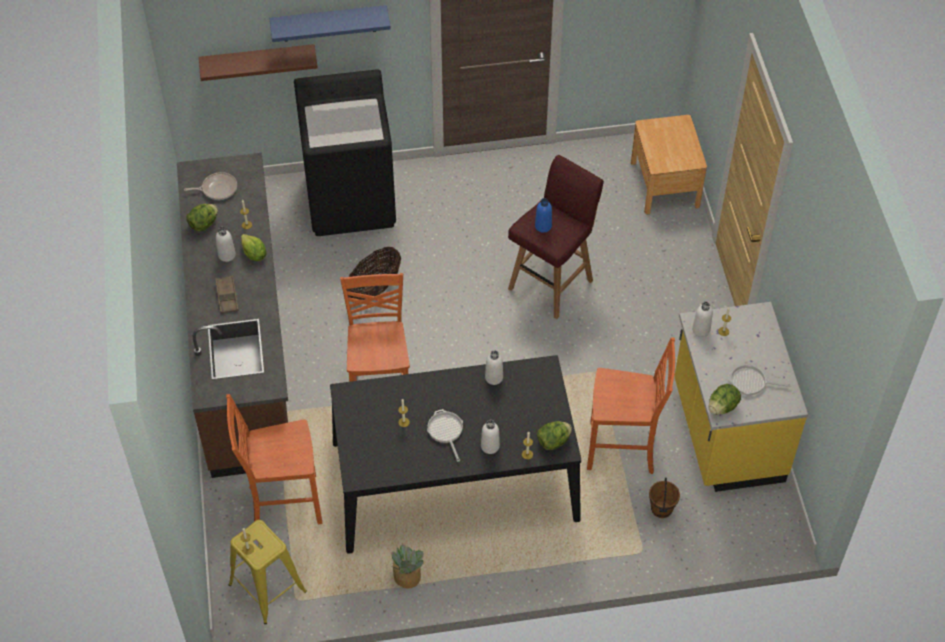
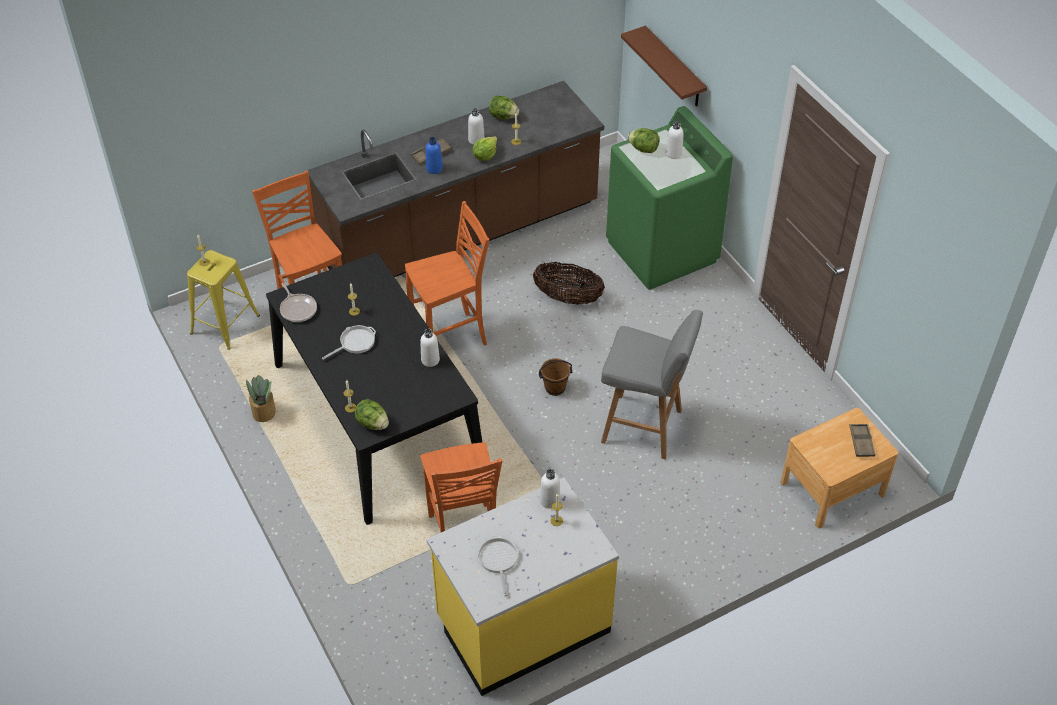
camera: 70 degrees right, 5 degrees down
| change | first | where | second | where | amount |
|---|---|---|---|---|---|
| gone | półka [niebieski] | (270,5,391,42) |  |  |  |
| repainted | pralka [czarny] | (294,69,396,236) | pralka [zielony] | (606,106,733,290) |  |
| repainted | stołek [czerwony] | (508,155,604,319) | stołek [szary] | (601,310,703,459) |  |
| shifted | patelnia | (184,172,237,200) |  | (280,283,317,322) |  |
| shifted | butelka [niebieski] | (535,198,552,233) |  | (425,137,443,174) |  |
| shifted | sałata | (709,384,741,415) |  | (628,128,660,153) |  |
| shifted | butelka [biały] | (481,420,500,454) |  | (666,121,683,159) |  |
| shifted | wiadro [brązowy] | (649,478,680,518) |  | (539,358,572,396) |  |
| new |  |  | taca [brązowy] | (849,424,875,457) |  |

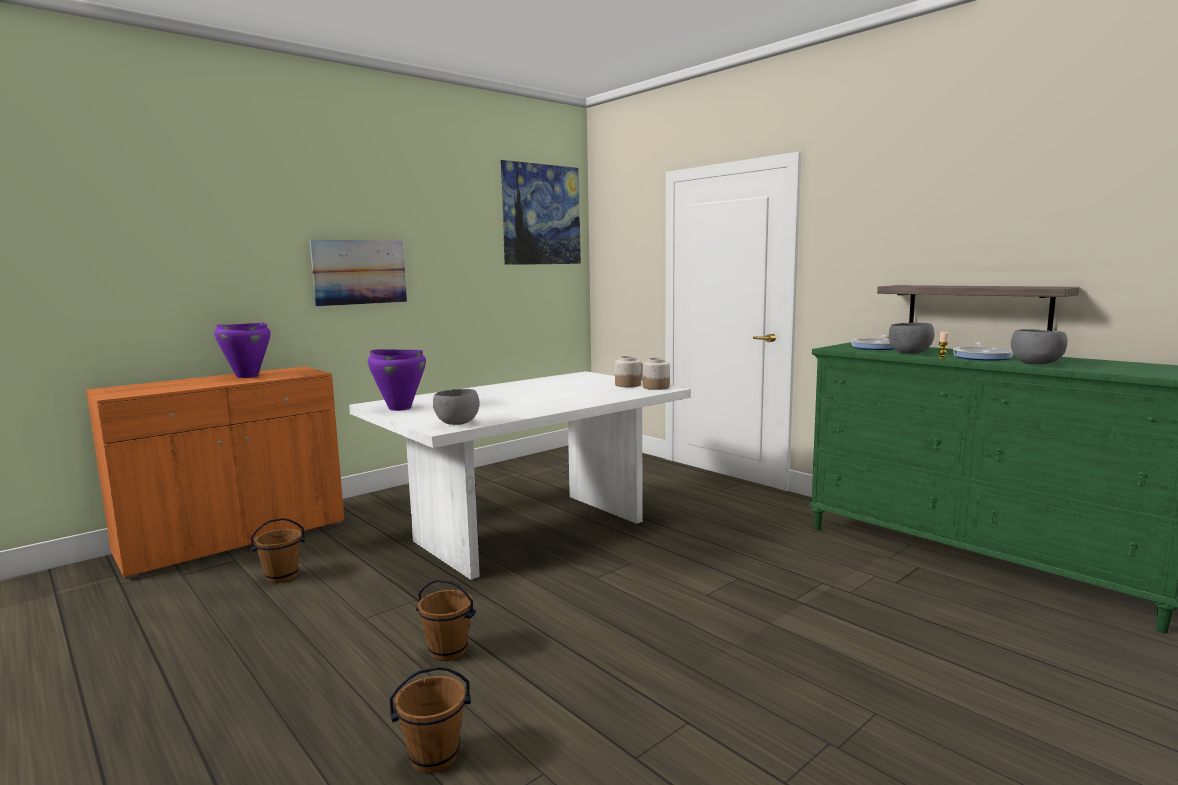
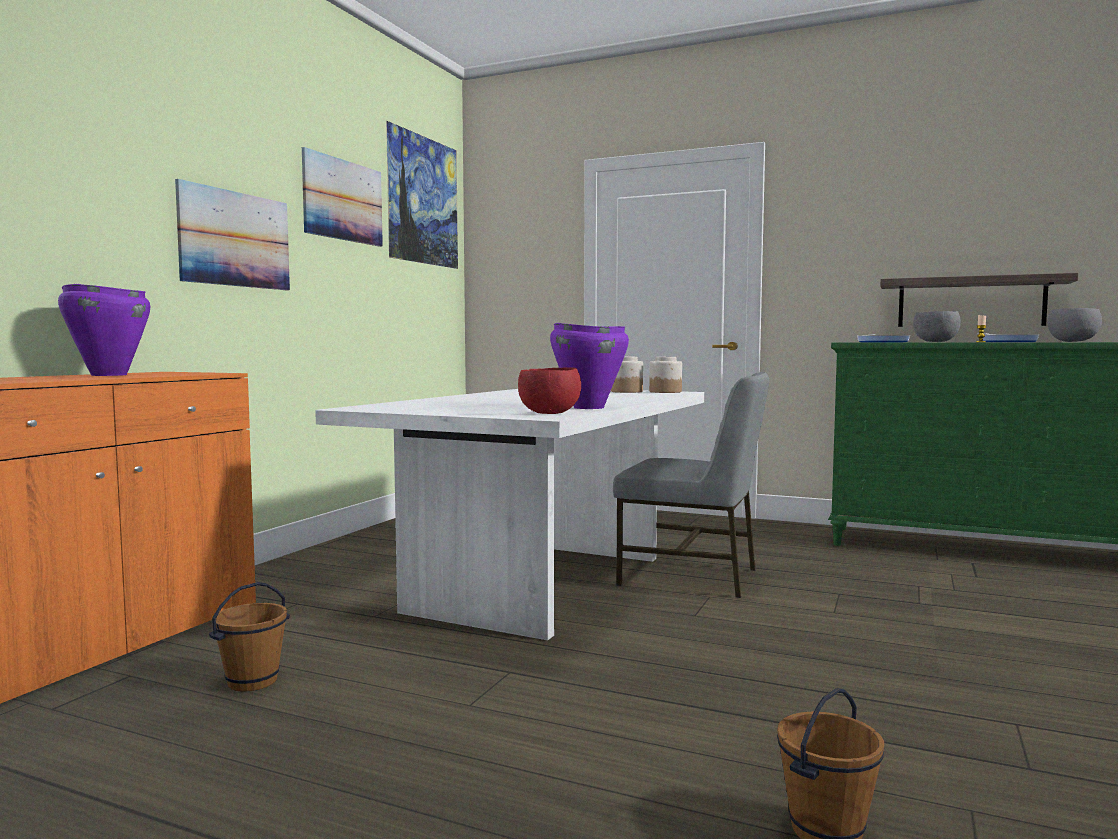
camera: 25 degrees left, 5 degrees down
| change | first | where | second | where | amount |
|---|---|---|---|---|---|
| shifted | garnek [fioletowy] | (368,349,426,411) |  | (550,323,629,409) |  |
| repainted | miska [szary] | (433,389,480,425) | miska [czerwony] | (518,367,581,414) |  |
| gone | wiadro [brązowy] | (416,579,476,661) |  |  |  |
| new |  |  | obraz | (302,147,383,247) |  |
| new |  |  | krzesło [szary] | (613,372,769,598) |  |

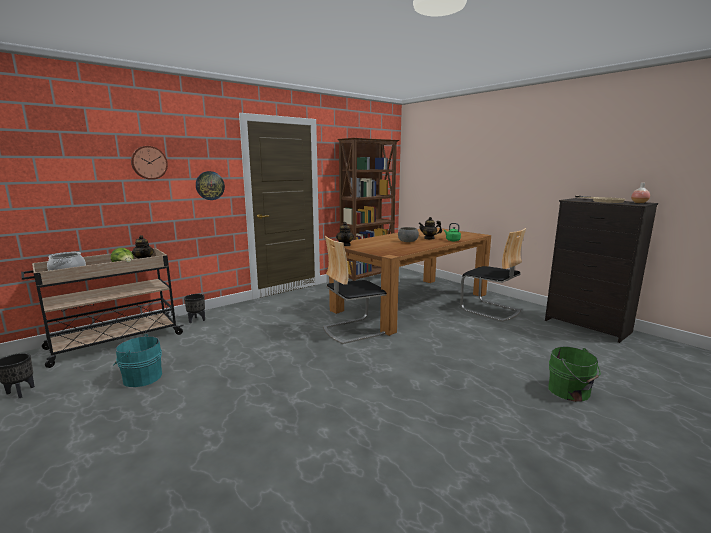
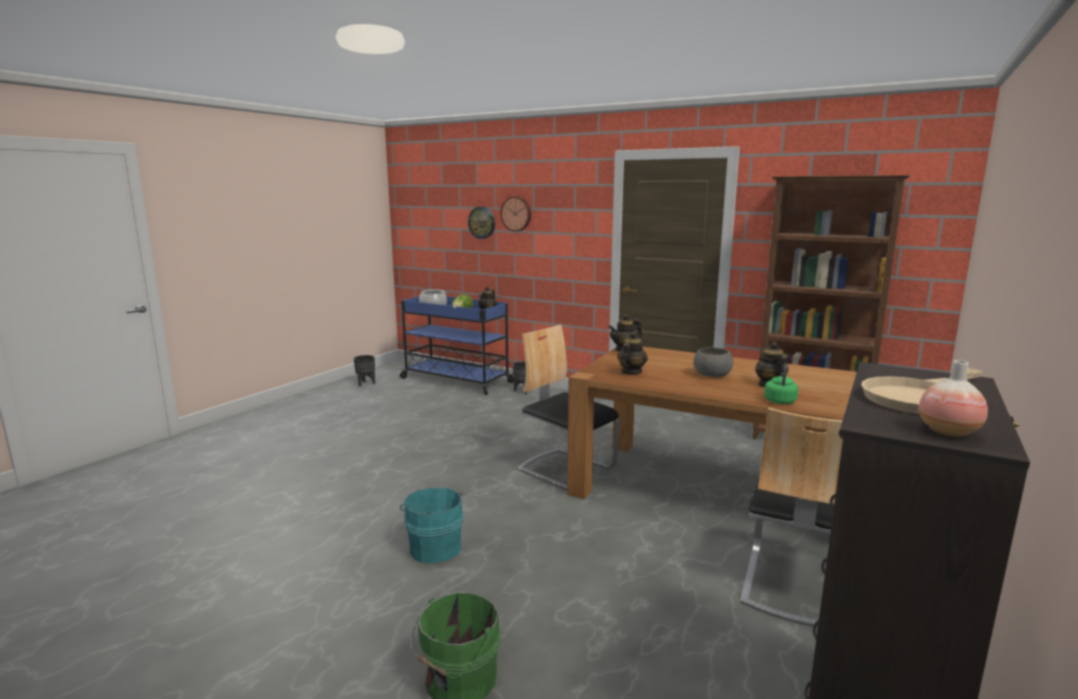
camera: 70 degrees right, 0 degrees up
| change | first | where | second | where | amount |
|---|---|---|---|---|---|
| shifted | zegar ścienny | (196,171,225,200) |  | (468,207,495,239) |  |
| repainted | wózek [beżowy] | (21,248,183,368) | wózek [niebieski] | (400,296,514,395) |  |
| shifted | wiadro [turkusowy] | (113,334,162,387) |  | (400,487,463,564) |  |
| new |  |  | imbryk | (617,332,648,374) |  |

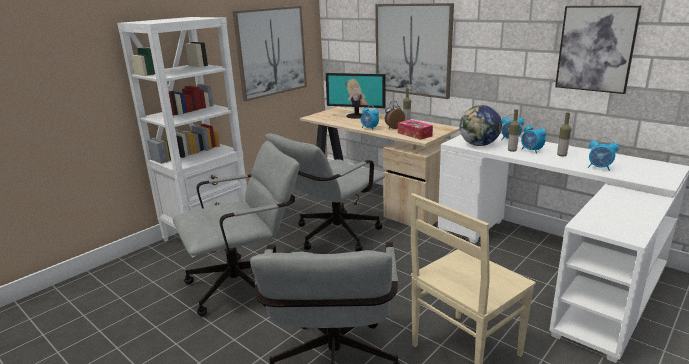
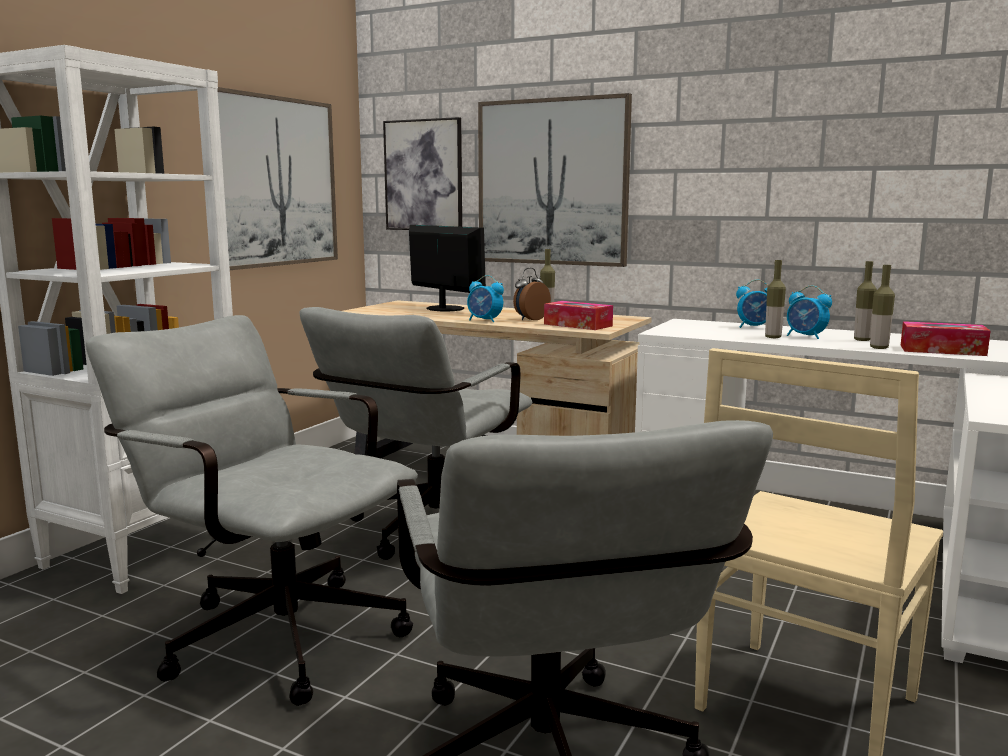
camera: 15 degrees left, 10 degrees down
| change | first | where | second | where | amount |
|---|---|---|---|---|---|
| shifted | obraz | (555,6,641,94) |  | (383,117,462,230) |  |
| rotated | monitor | (326,73,386,119) |  | (409,225,486,311) | 135 degrees counterclockwise |
| gone | globus | (460,105,502,146) |  |  |  |
| swapped | budzik | (588,137,619,171) | pudełko chusteczek | (901,321,991,356) |  |
| rotated | krzesło biurowe [szary] | (173,141,300,317) |  | (86,315,418,706) | 105 degrees counterclockwise |
| new |  |  | butelka | (870,265,895,349) |  |

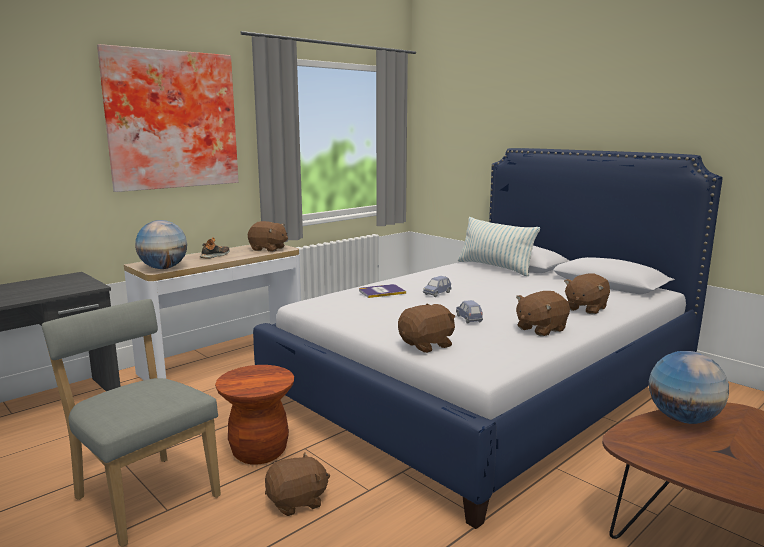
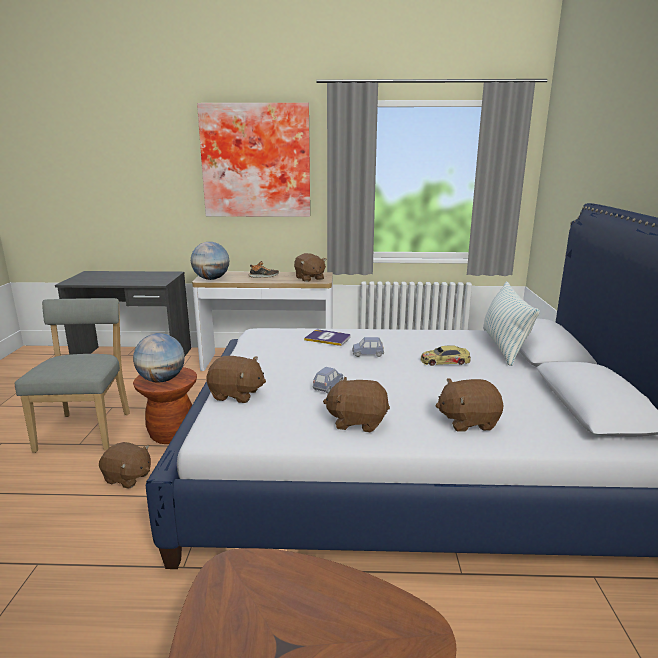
camera: 45 degrees right, 5 degrees up
| change | first | where | second | where | amount |
|---|---|---|---|---|---|
| shifted | globus | (649,351,729,424) |  | (133,333,185,383) |  |
| new |  |  | samochodzik | (421,345,471,366) |  |

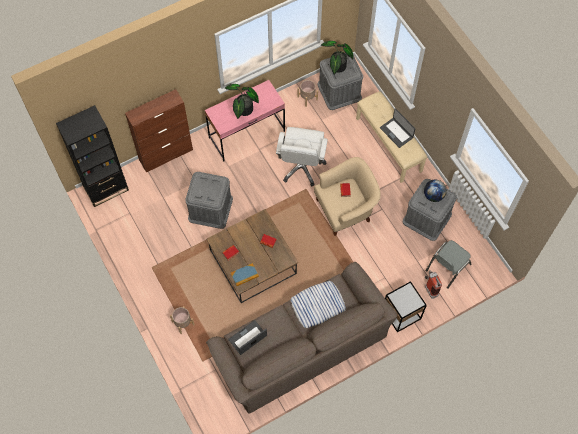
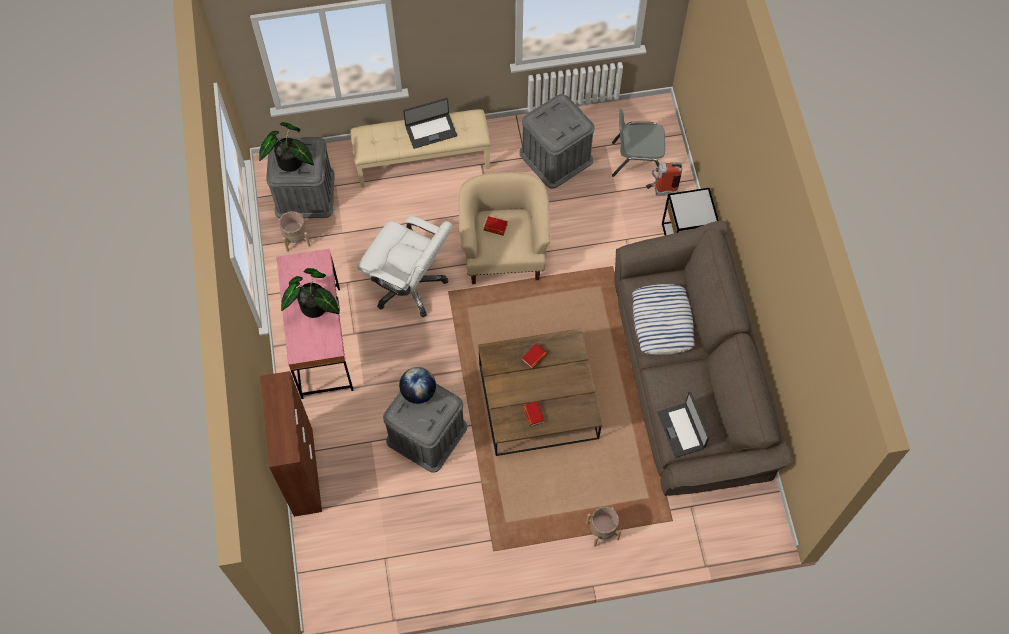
camera: 70 degrees left, 0 degrees up
| change | first | where | second | where | amount |
|---|---|---|---|---|---|
| gone | regał [czarny] | (56,105,129,207) |  |  |  |
| shifted | globus | (424,180,447,202) |  | (399,367,436,404) |  |
| rotated | krzesło [szary] | (426,240,471,289) |  | (612,109,665,177) | 120 degrees clockwise |
| gone | książka | (231,263,259,286) |  |  |  |

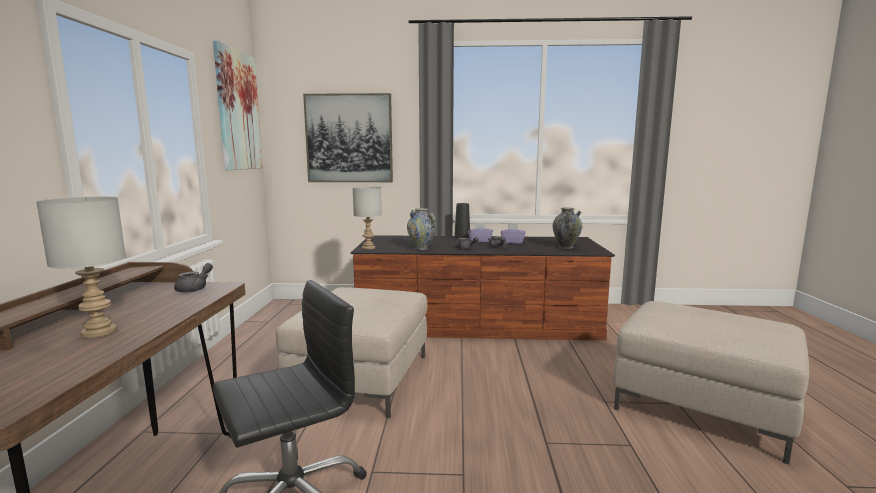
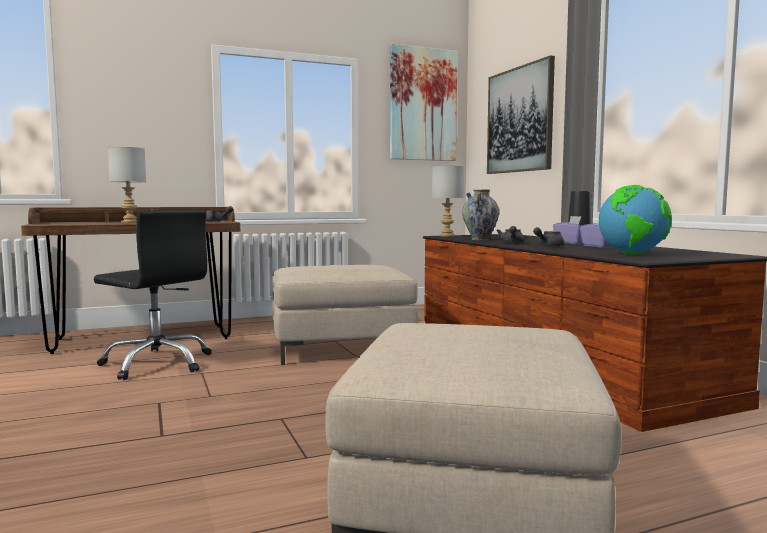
camera: 65 degrees right, 5 degrees down
| change | first | where | second | where | amount |
|---|---|---|---|---|---|
| swapped | wazon | (553,208,582,249) | globus | (599,185,672,255) |  |

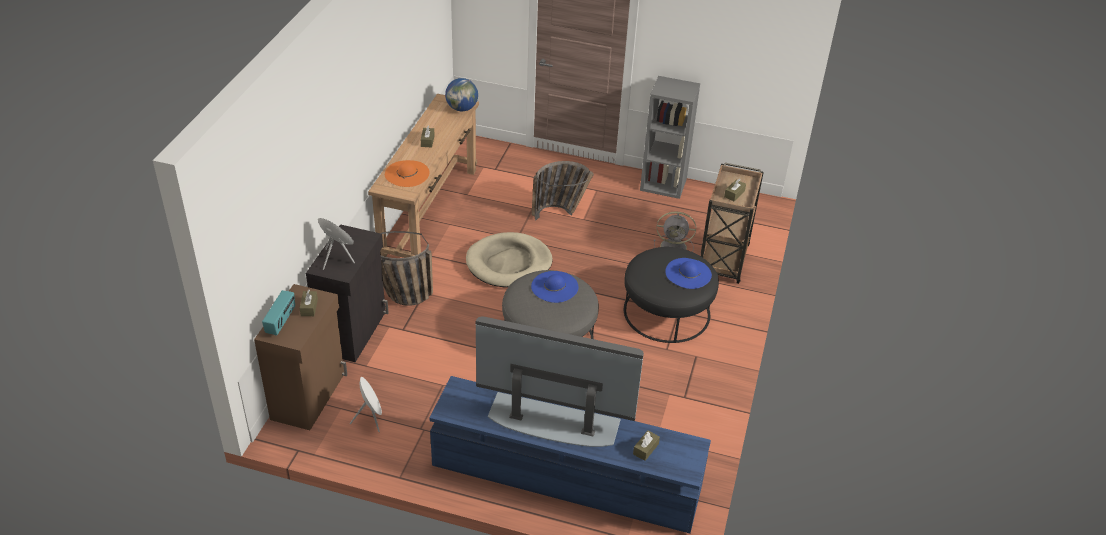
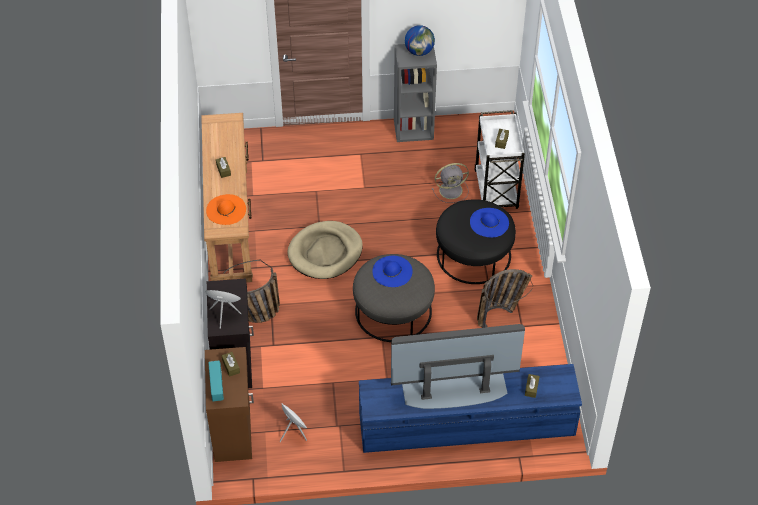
camera: 20 degrees left, 10 degrees up
| change | first | where | second | where | amount |
|---|---|---|---|---|---|
| shifted | globus | (445,78,478,111) |  | (405,25,435,56) |  |
| shifted | koszyk | (532,161,594,220) |  | (477,269,533,328) |  |
| repainted | wózek [brązowy] | (700,163,764,284) | wózek [biały] | (474,110,525,209) |  |

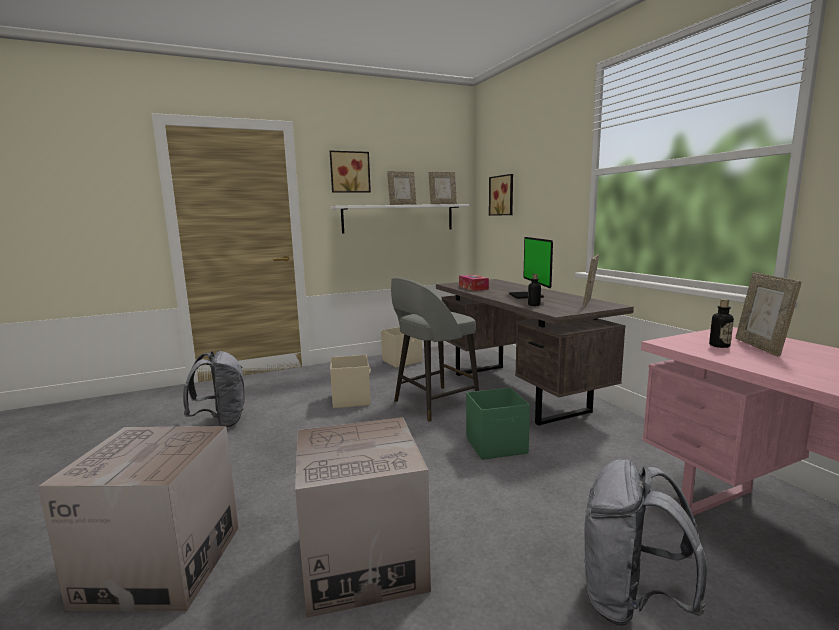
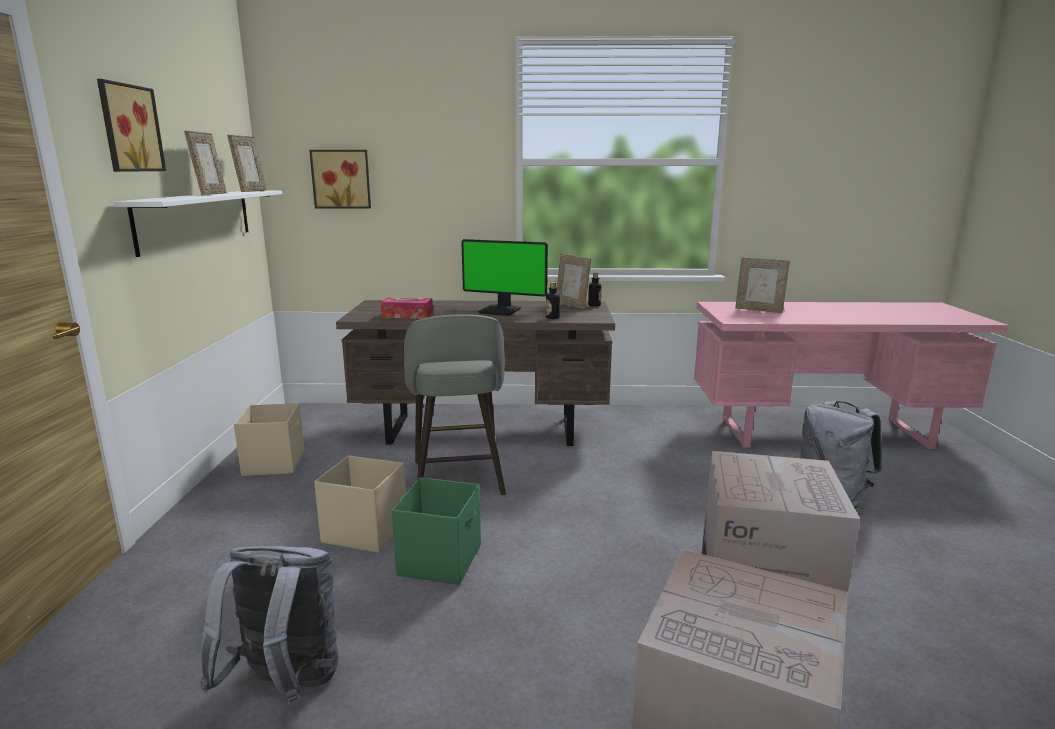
camera: 65 degrees left, 5 degrees up
| change | first | where | second | where | amount |
|---|---|---|---|---|---|
| shifted | butelka | (709,299,734,348) |  | (588,272,602,307) |  |
| shifted | pojemnik do przechowywania [zielony] | (466,388,530,460) |  | (392,477,481,585) |  |

